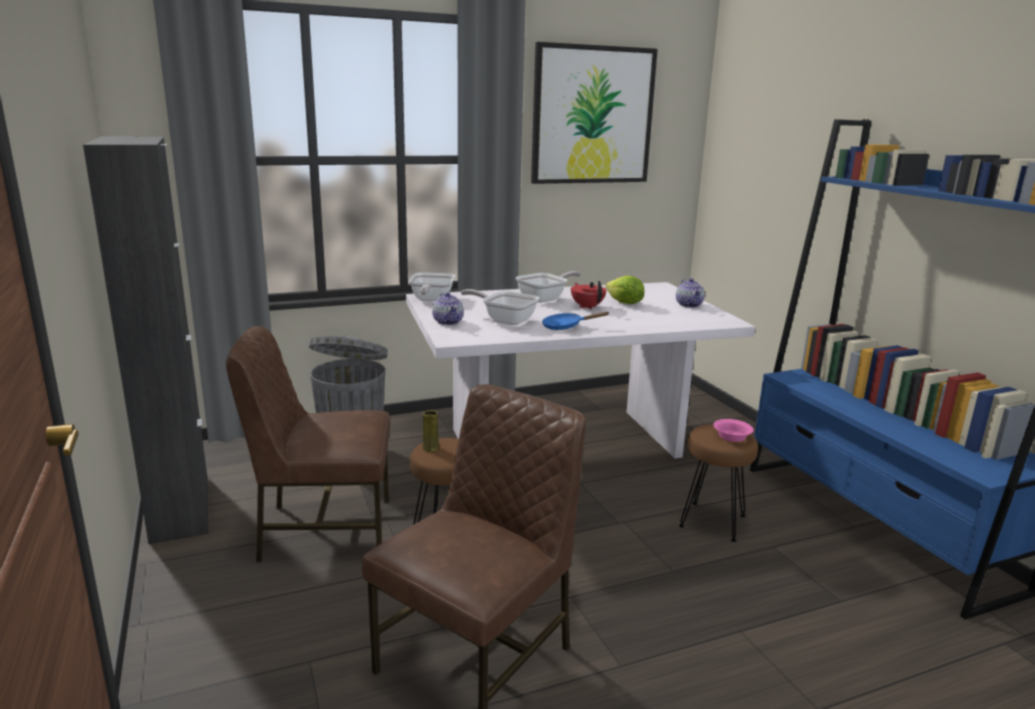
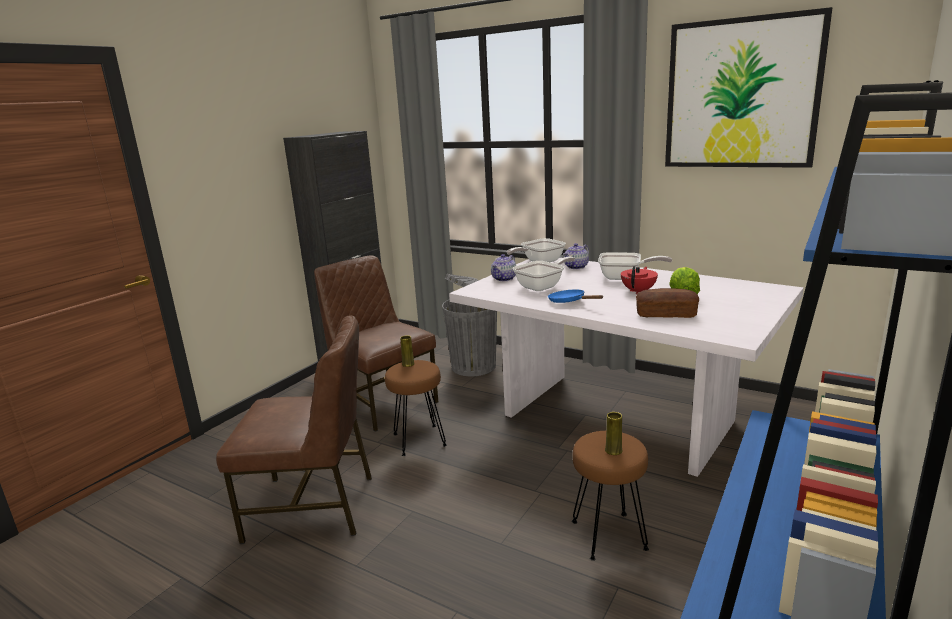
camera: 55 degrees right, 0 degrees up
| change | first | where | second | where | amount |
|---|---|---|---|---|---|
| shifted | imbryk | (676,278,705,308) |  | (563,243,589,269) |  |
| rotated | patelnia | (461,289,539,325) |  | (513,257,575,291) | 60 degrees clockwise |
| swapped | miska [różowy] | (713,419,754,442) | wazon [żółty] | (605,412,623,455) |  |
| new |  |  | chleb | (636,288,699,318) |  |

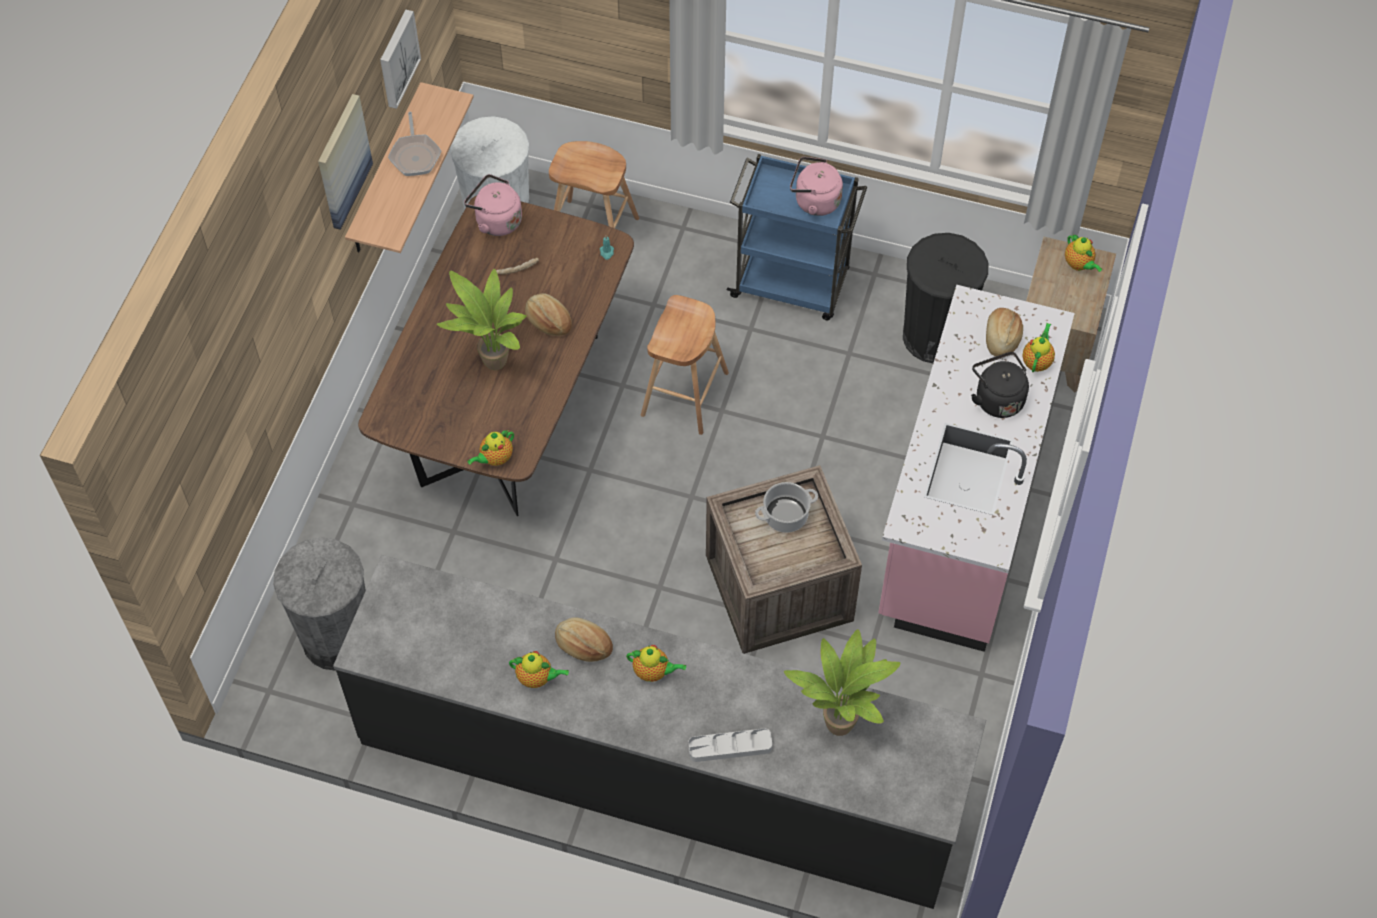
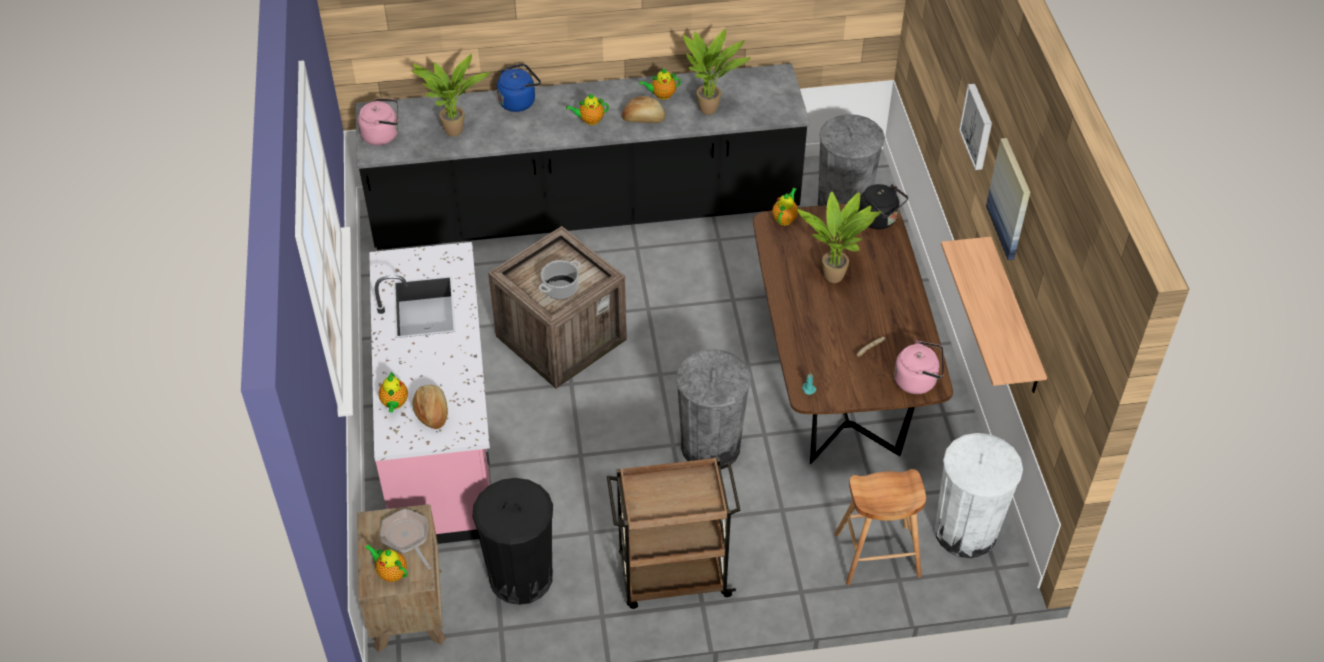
camera: 155 degrees right, 10 degrees down
| change | first | where | second | where | amount |
|---|---|---|---|---|---|
| shifted | obraz | (380,10,421,109) |  | (959,84,992,170) |  |
| shifted | patelnia | (388,112,441,176) |  | (381,509,431,570) |  |
| repainted | wózek [niebieski] | (727,154,867,320) | wózek [brązowy] | (607,457,741,609) |  |
| shifted | czajnik [różowy] | (790,157,843,216) |  | (358,98,399,145) |  |
| gone | chleb | (525,293,572,336) |  |  |  |
| swapped | stołek [brązowy] | (641,295,729,435) | kosz na śmieci [szary] | (676,349,751,469) |  |
| shifted | czajnik [czarny] | (971,352,1029,418) |  | (858,184,908,229) |  |
| swapped | taca [szary] | (688,728,772,762) | czajnik [niebieski] | (497,64,541,112) |  |
| new |  |  | roślina doniczkowa | (683,29,751,115) |  |

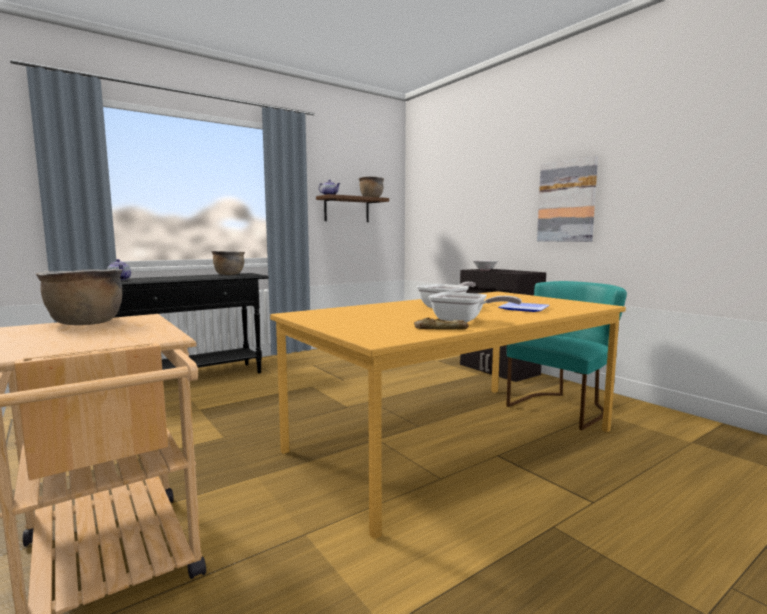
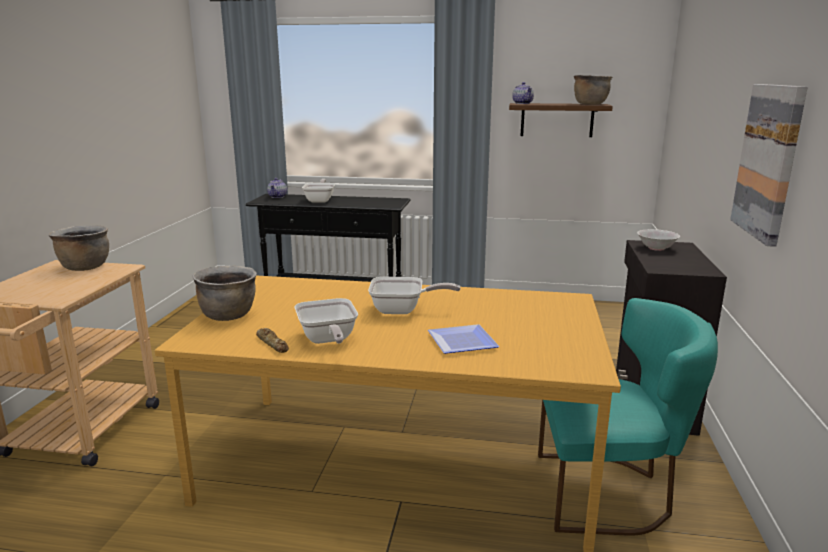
camera: 45 degrees right, 10 degrees up
| change | first | where | second | where | amount |
|---|---|---|---|---|---|
| shifted | garnek [brązowy] | (212,251,245,275) |  | (192,266,257,321) |  |
| new |  |  | patelnia | (302,179,335,202) |  |

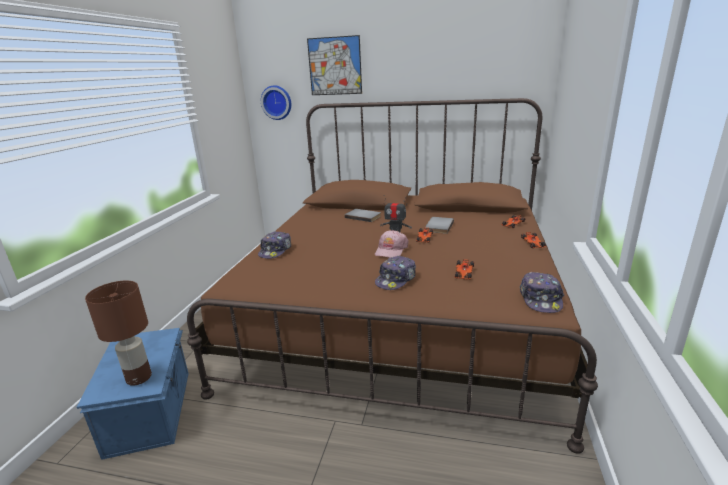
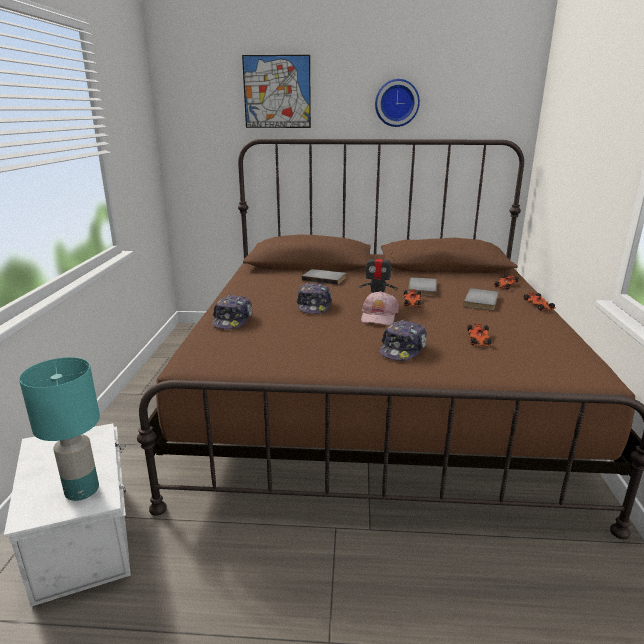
camera: 10 degrees left, 0 degrees up
| change | first | where | second | where | amount |
|---|---|---|---|---|---|
| shifted | zegar ścienny | (261,85,291,120) |  | (375,79,420,127) |  |
| shifted | czapka z daszkiem | (520,272,564,313) |  | (297,283,332,314) |  |
| repainted | lampa stołowa [brązowy] | (85,281,152,386) | lampa stołowa [turkusowy] | (19,357,100,501) |  |
| repainted | pojemnik do przechowywania [niebieski] | (77,328,189,460) | pojemnik do przechowywania [biały] | (4,423,131,607) |  |
| new |  |  | książka [szary] | (463,288,499,310) |  |

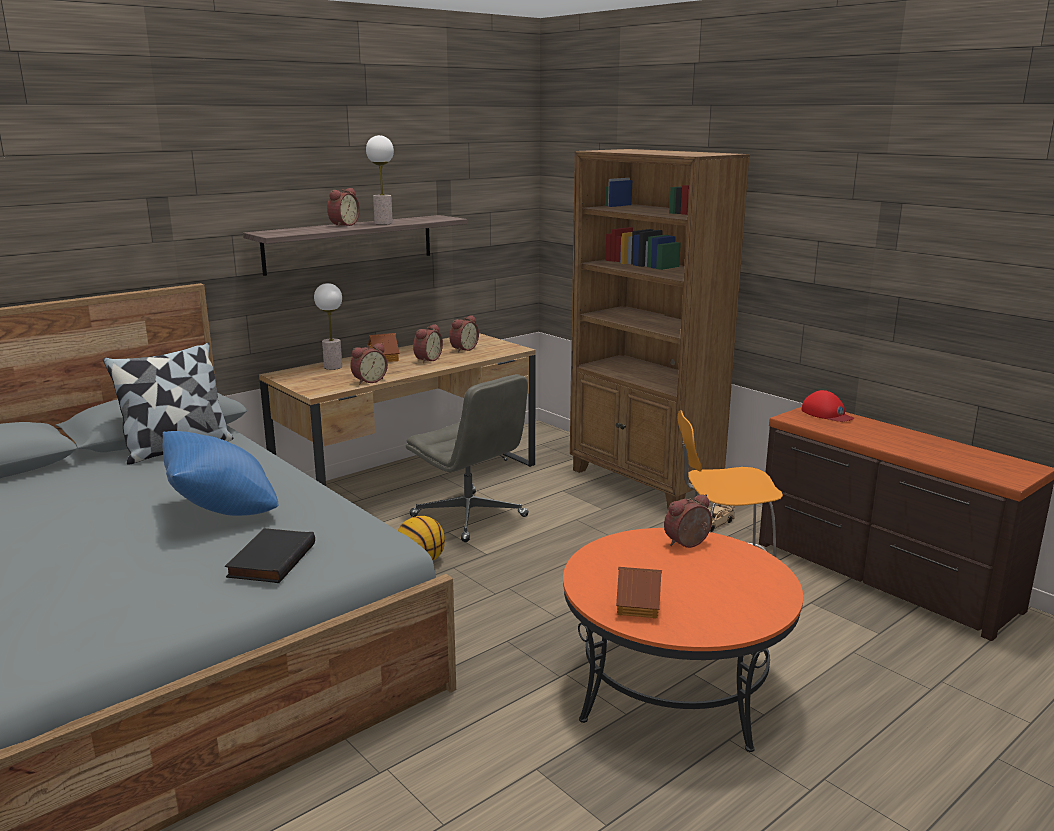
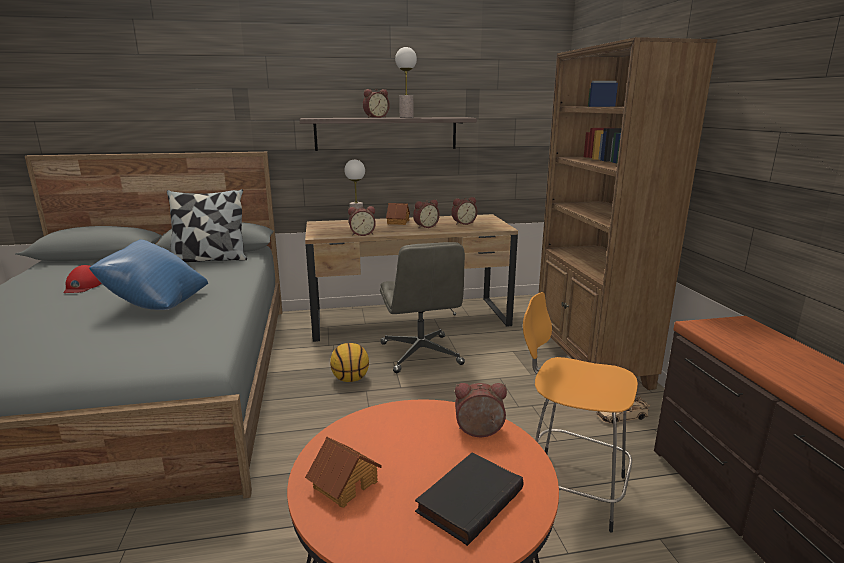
camera: 30 degrees right, 0 degrees up
| change | first | where | second | where | amount |
|---|---|---|---|---|---|
| shifted | czapka z daszkiem [czerwony] | (801,390,854,422) |  | (63,265,102,293) |  |
| shifted | książka [czarny] | (225,528,315,583) |  | (415,452,524,546) |  |

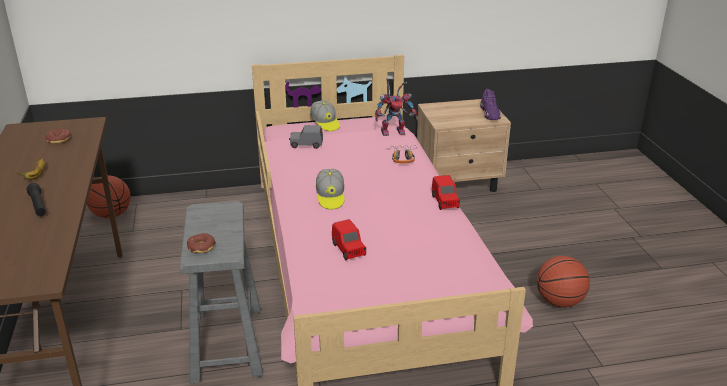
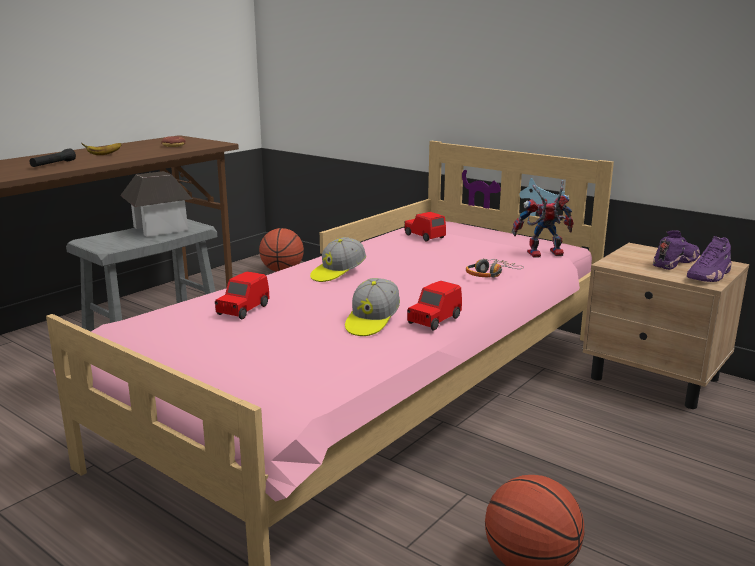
camera: 50 degrees right, 10 degrees down
| change | first | where | second | where | amount |
|---|---|---|---|---|---|
| rotated | robot zabawkowy | (375,78,417,136) |  | (512,180,574,258) | 135 degrees clockwise |
| shifted | czapka z daszkiem | (310,100,340,131) |  | (345,278,400,336) |  |
| repainted | samochodzik [szary] | (289,125,323,149) | samochodzik [czerwony] | (404,212,446,242) |  |
| gone | donut | (187,233,216,253) |  |  |  |
| new |  |  | domek | (120,171,192,237) |  |
| new |  |  | but [fioletowy] | (653,230,700,270) |  |

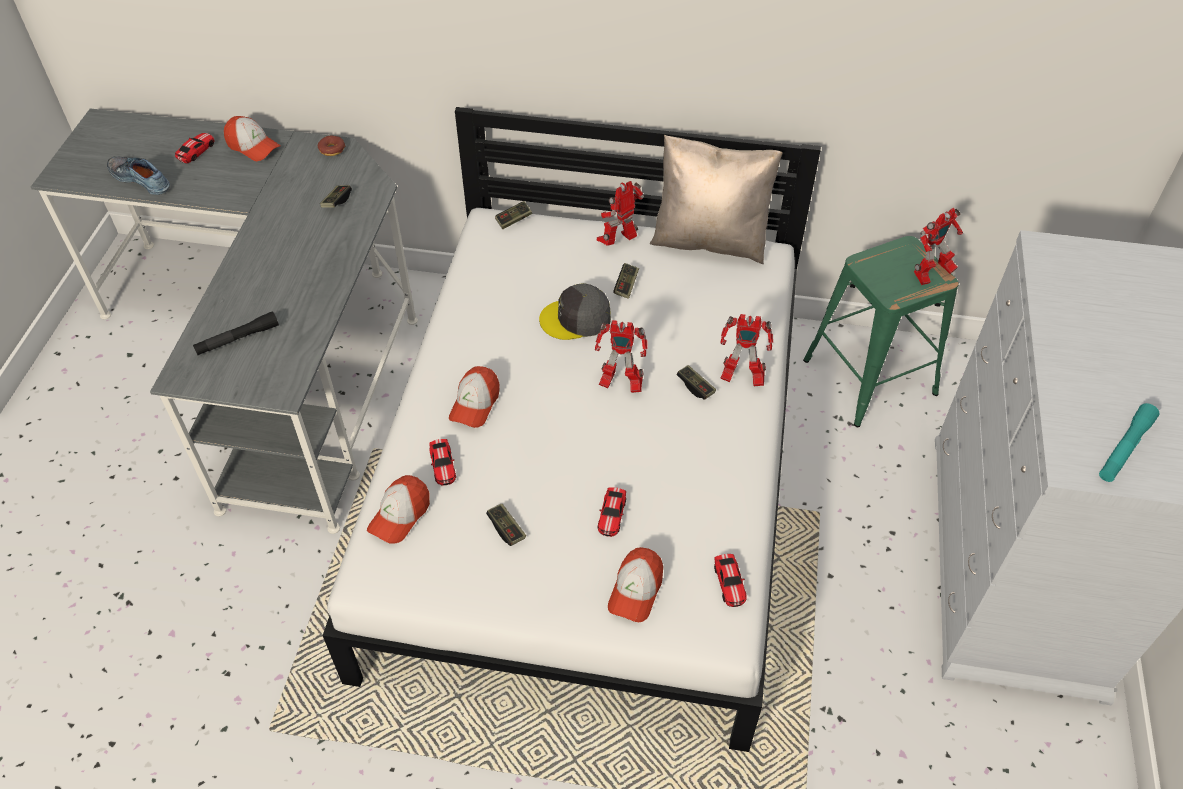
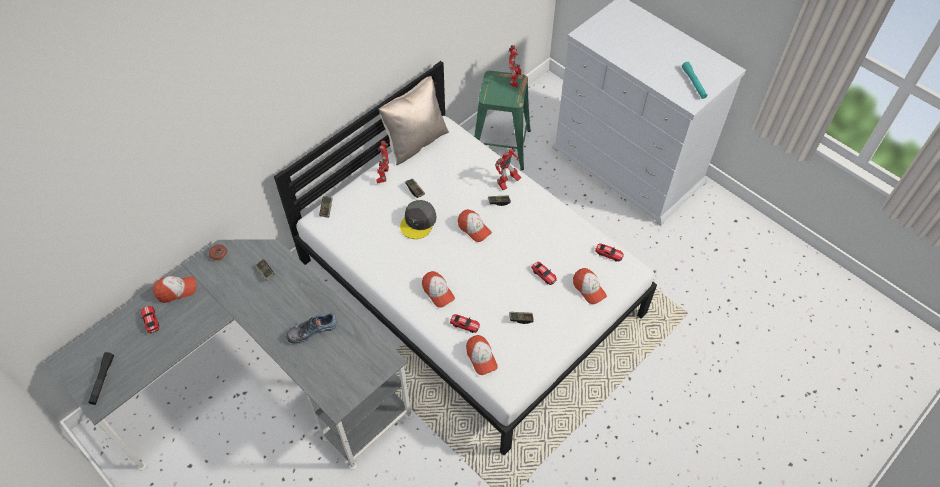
camera: 55 degrees left, 5 degrees up
| change | first | where | second | where | amount |
|---|---|---|---|---|---|
| shifted | but | (107,156,170,195) |  | (286,313,338,344) |  |
| shifted | latarka [czarny] | (193,311,279,355) |  | (88,352,114,405) |  |
| swapped | robot zabawkowy | (595,320,648,393) | czapka z daszkiem | (458,209,492,242) |  |

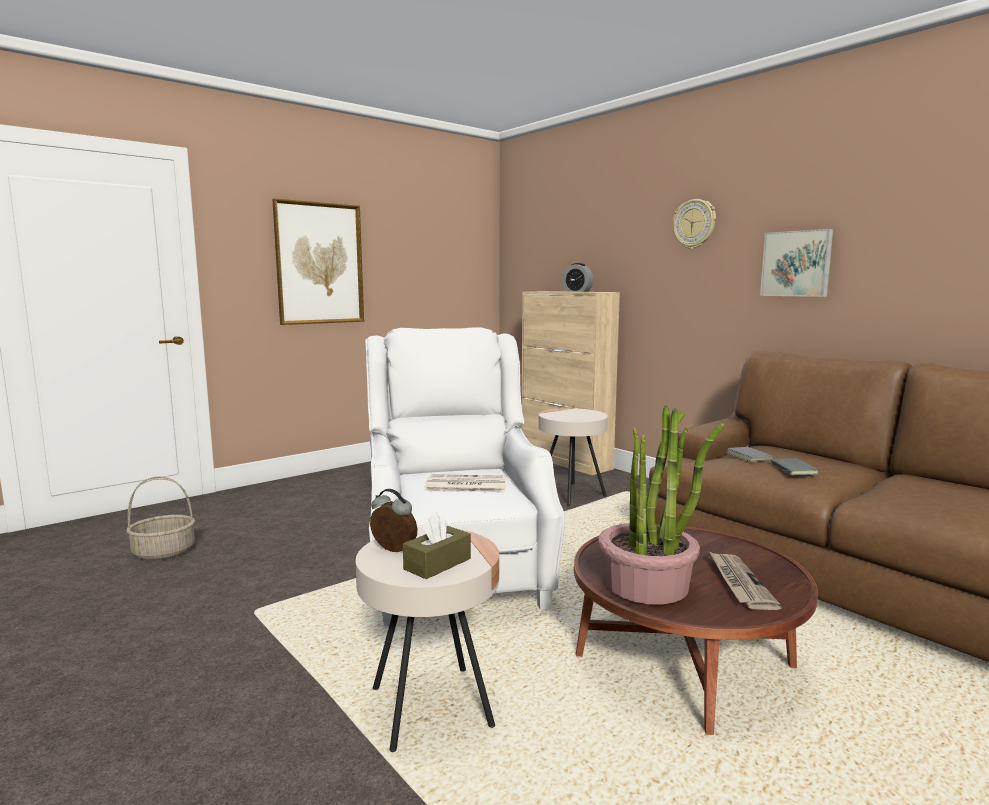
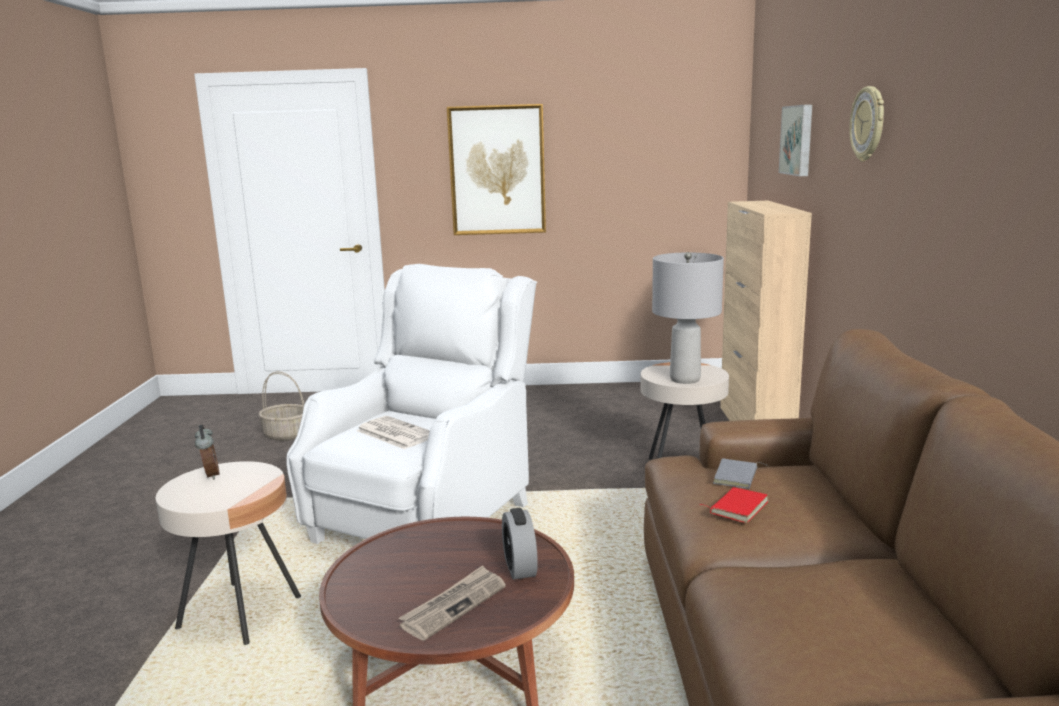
camera: 40 degrees right, 5 degrees up
| change | first | where | second | where | amount |
|---|---|---|---|---|---|
| shifted | obraz | (760,229,833,297) |  | (779,104,813,176) |  |
| shifted | budzik | (562,263,593,292) |  | (502,508,538,580) |  |
| gone | roślina doniczkowa | (598,406,724,605) |  |  |  |
| repainted | książka [szary] | (771,458,819,475) | książka [czerwony] | (700,487,768,523) |  |
| gone | pudełko chusteczek [brązowy] | (403,512,471,579) |  |  |  |
| new |  |  | lampa stołowa [szary] | (652,252,724,384) |  |

